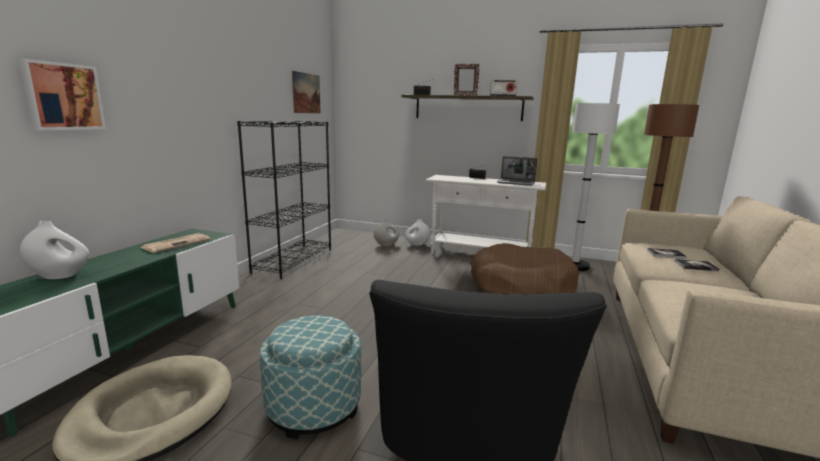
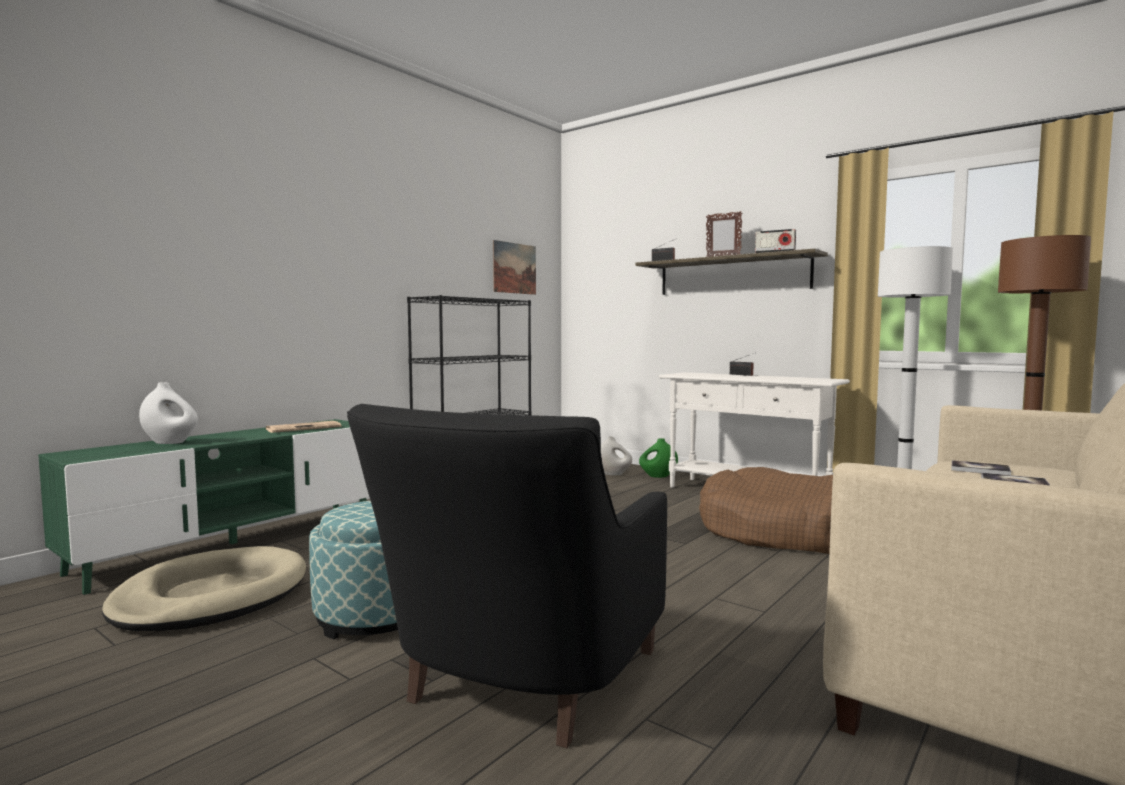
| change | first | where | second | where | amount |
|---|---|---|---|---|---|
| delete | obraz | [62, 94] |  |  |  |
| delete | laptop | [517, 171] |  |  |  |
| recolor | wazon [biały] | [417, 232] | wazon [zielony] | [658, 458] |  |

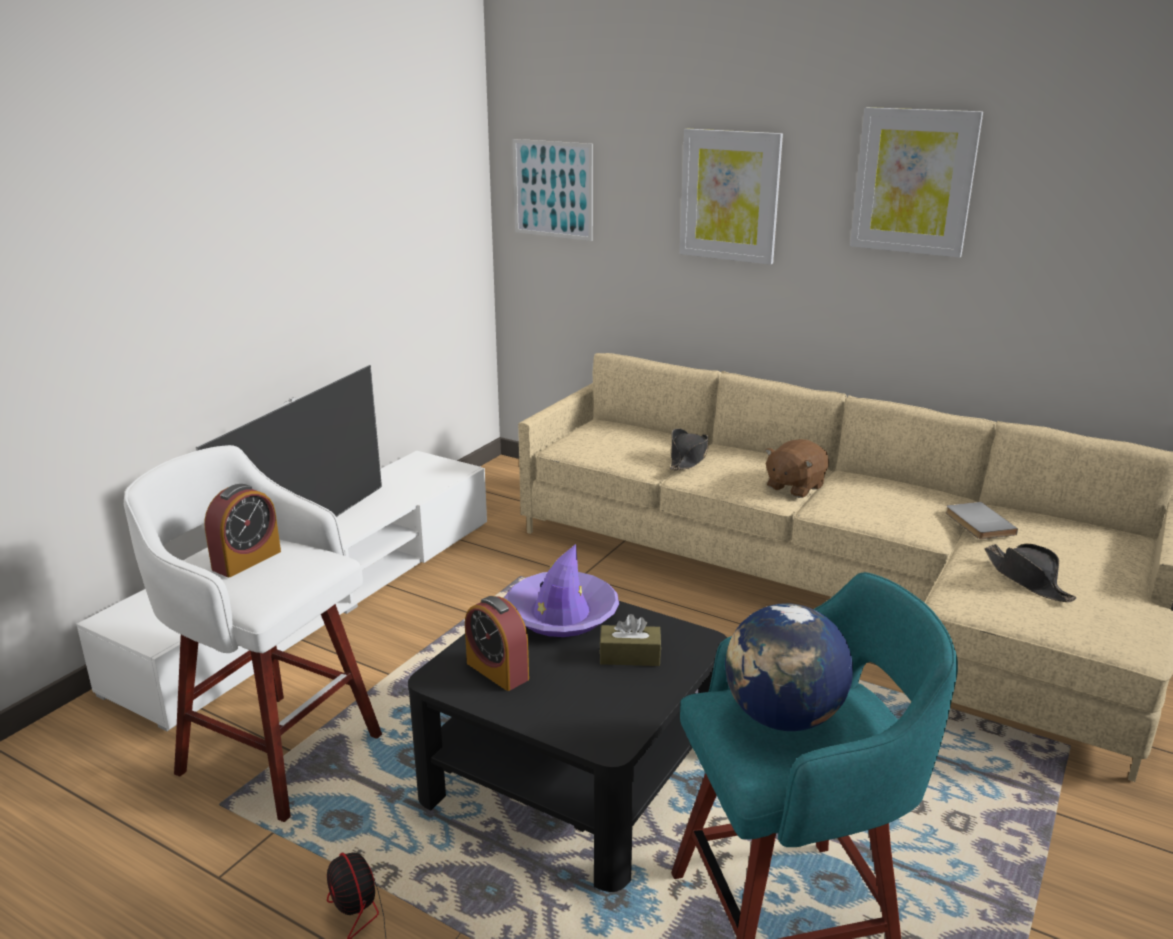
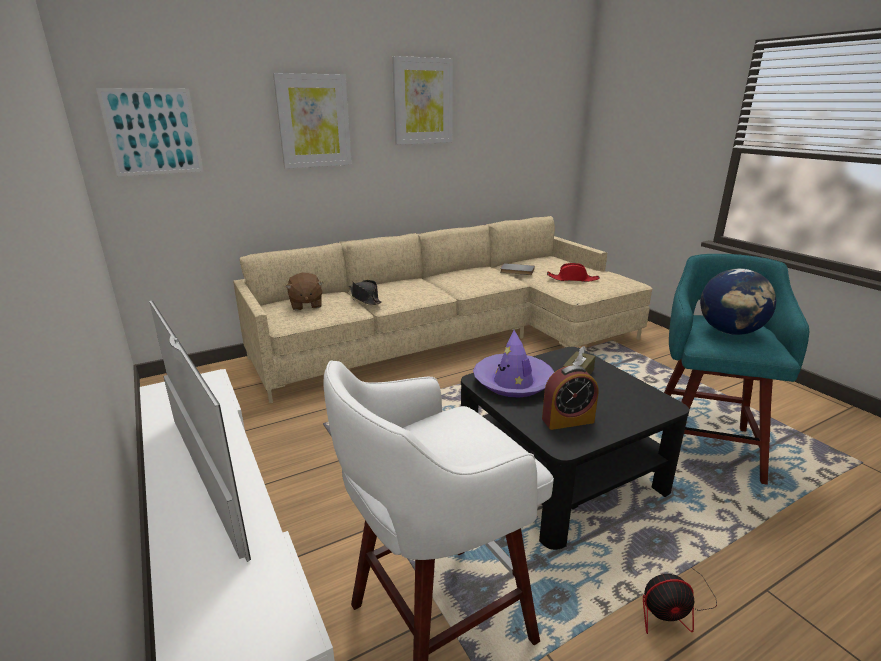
| change | first | where | second | where | amount |
|---|---|---|---|---|---|
| delete | budzik | [242, 530] |  |  |  |
| move | pluszak [brązowy] | [797, 468] |  | [304, 291] |  |
| recolor | kapelusz [czarny] | [1030, 572] | kapelusz [czerwony] | [573, 272] |  |

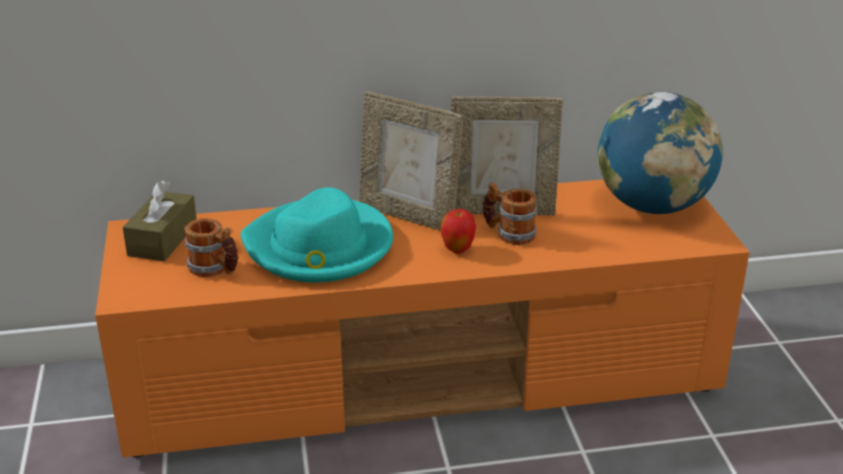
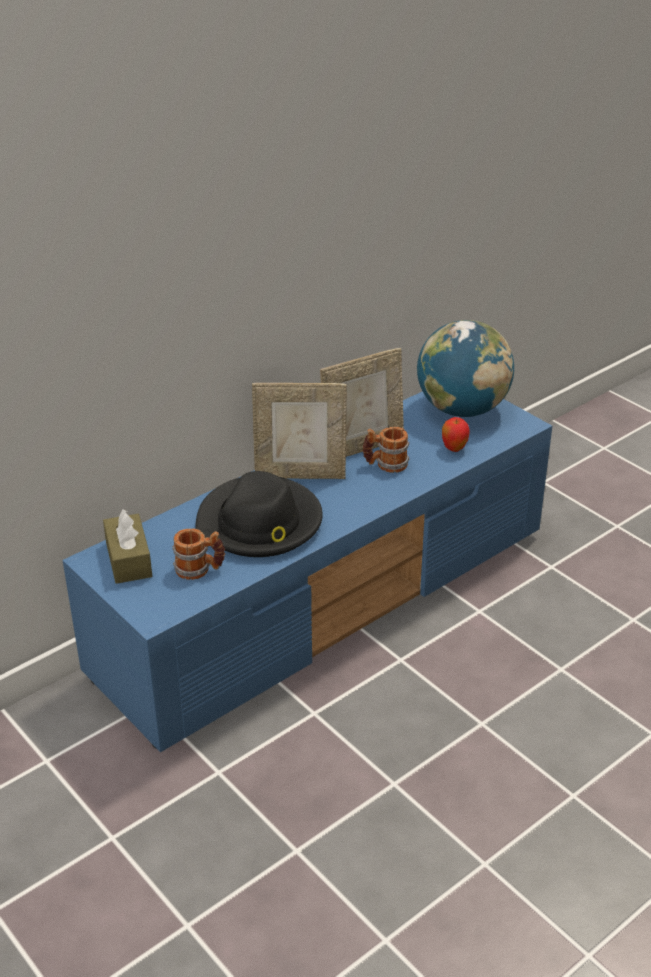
| change | first | where | second | where | amount |
|---|---|---|---|---|---|
| move | jabłko | [458, 231] |  | [456, 434] |  |
| recolor | szafka pod telewizor [pomarańczowy] | [422, 318] | szafka pod telewizor [niebieski] | [307, 571] |  |
| recolor | kapelusz [turkusowy] | [316, 235] | kapelusz [czarny] | [259, 514] |  |

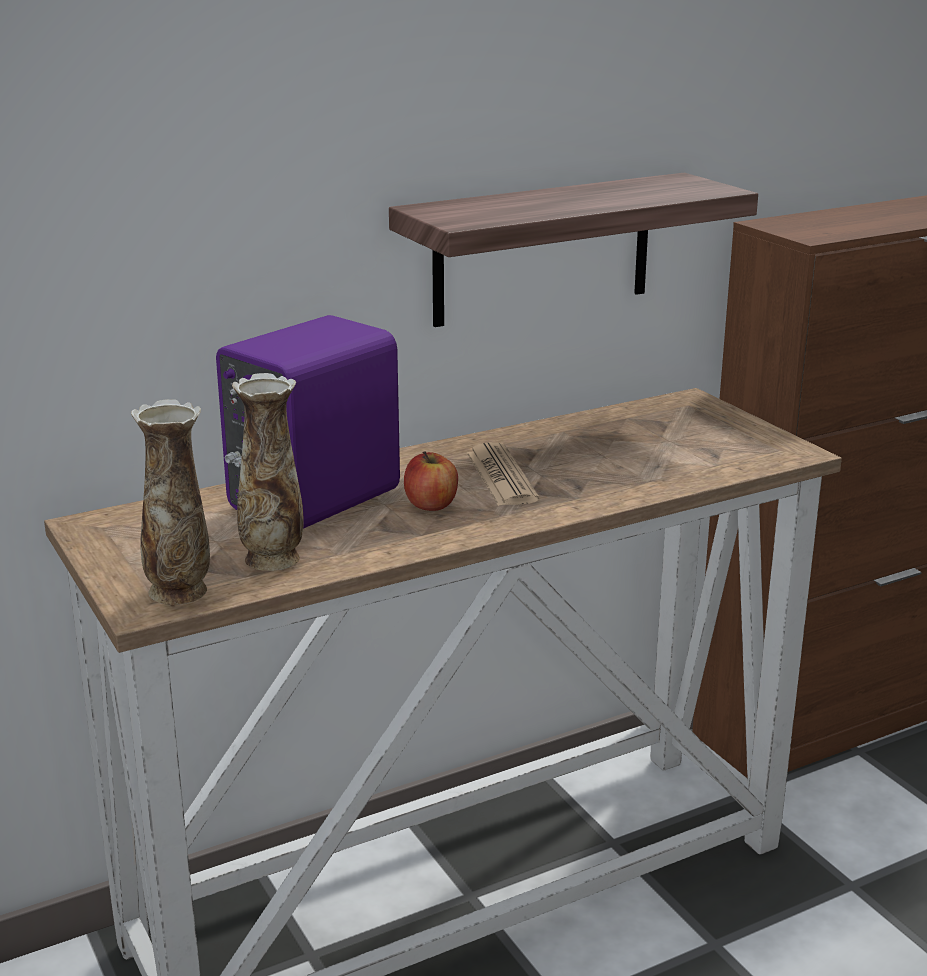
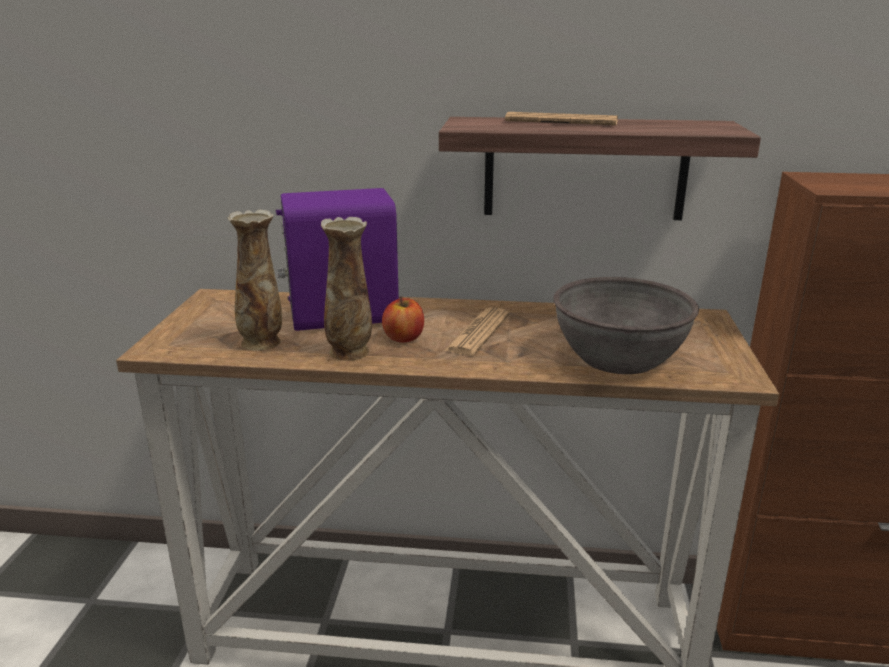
| change | first | where | second | where | amount |
|---|---|---|---|---|---|
| insert |  |  | gazeta | [561, 118] |  |
| insert |  |  | miska [szary] | [626, 325] |  |
| move | wazon | [170, 502] |  | [346, 289] |  |

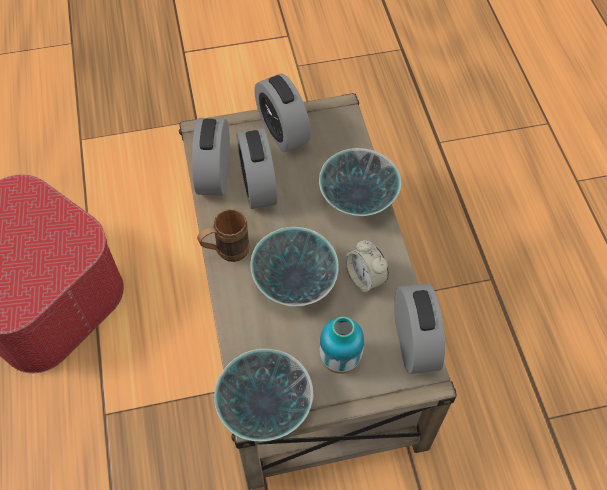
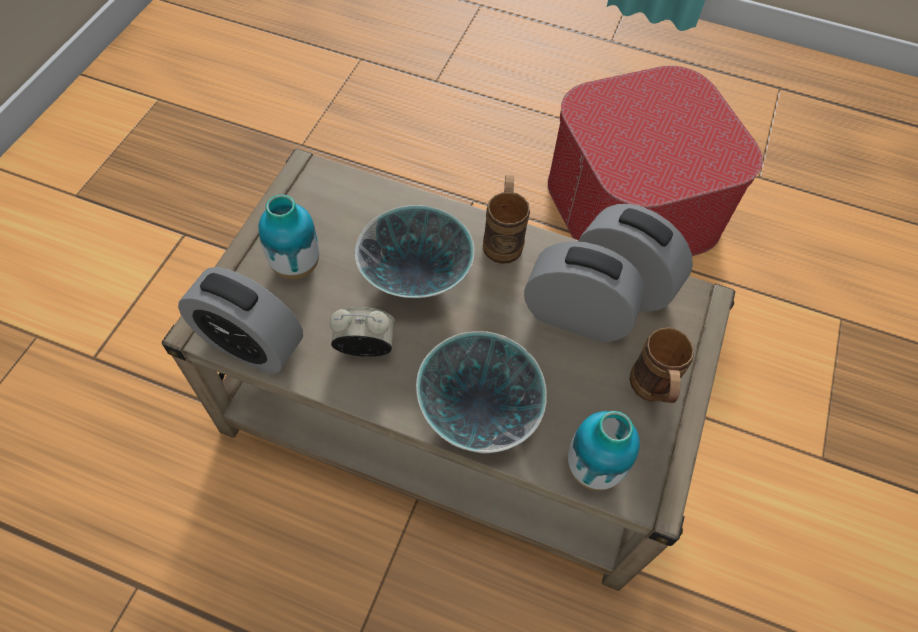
| change | first | where | second | where | amount |
|---|---|---|---|---|---|
| delete | miska | [263, 395] |  |  |  |
| insert |  |  | wazon | [604, 451] |  |
| replace | budzik | [282, 112] | kubek [brązowy] | [661, 365] |  |

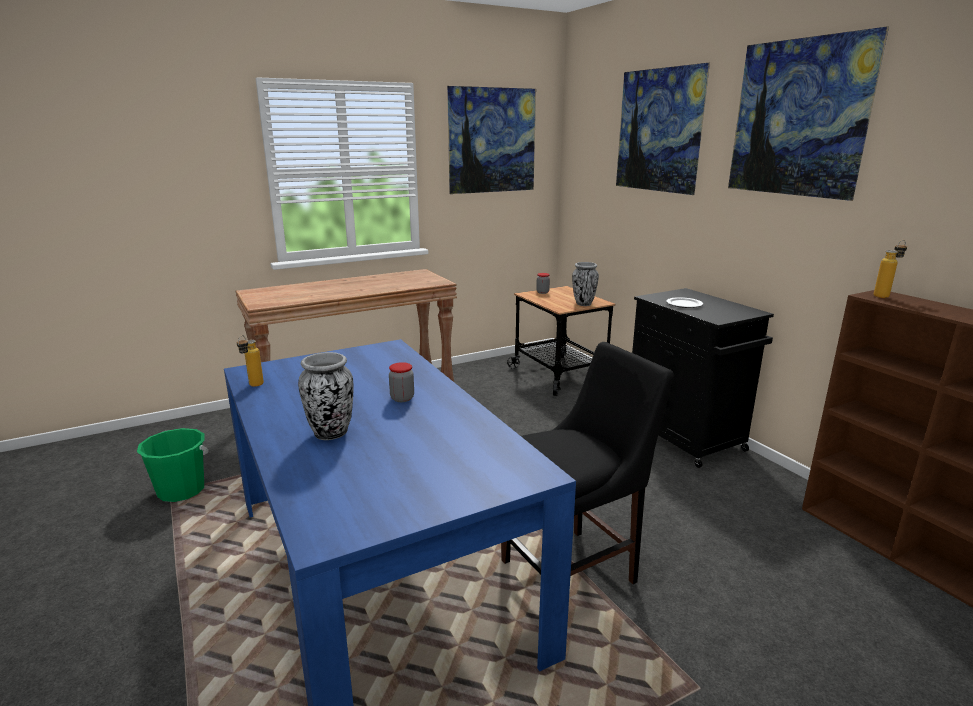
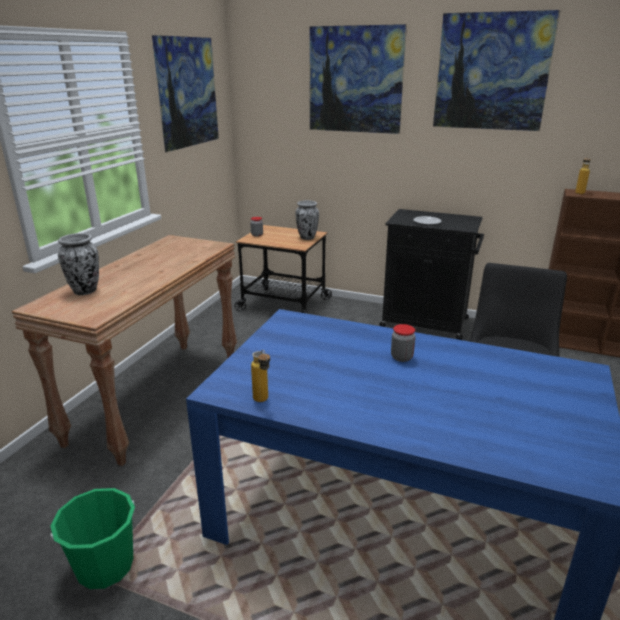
| change | first | where | second | where | amount |
|---|---|---|---|---|---|
| move | wazon | [326, 396] |  | [78, 264] |  |

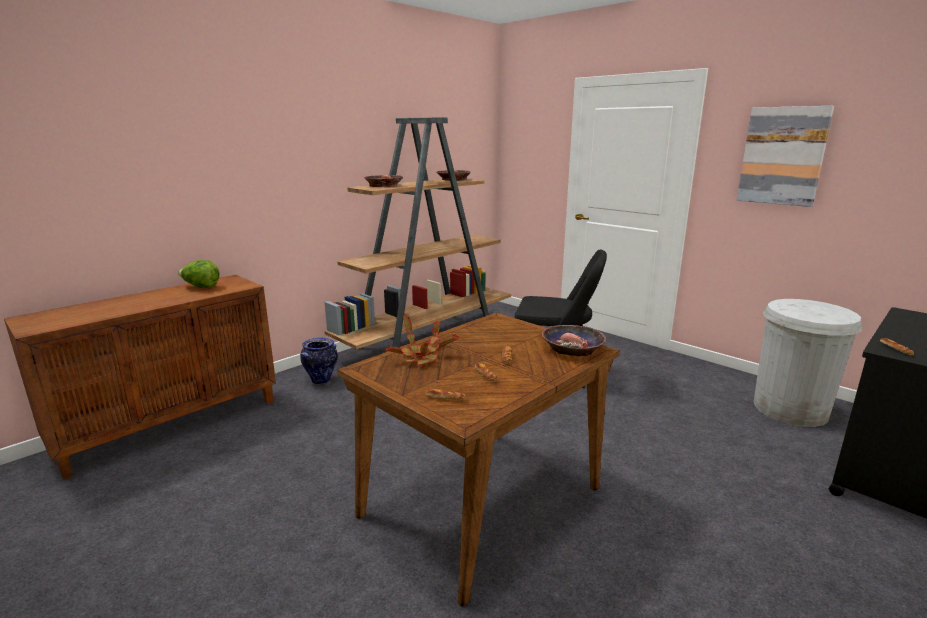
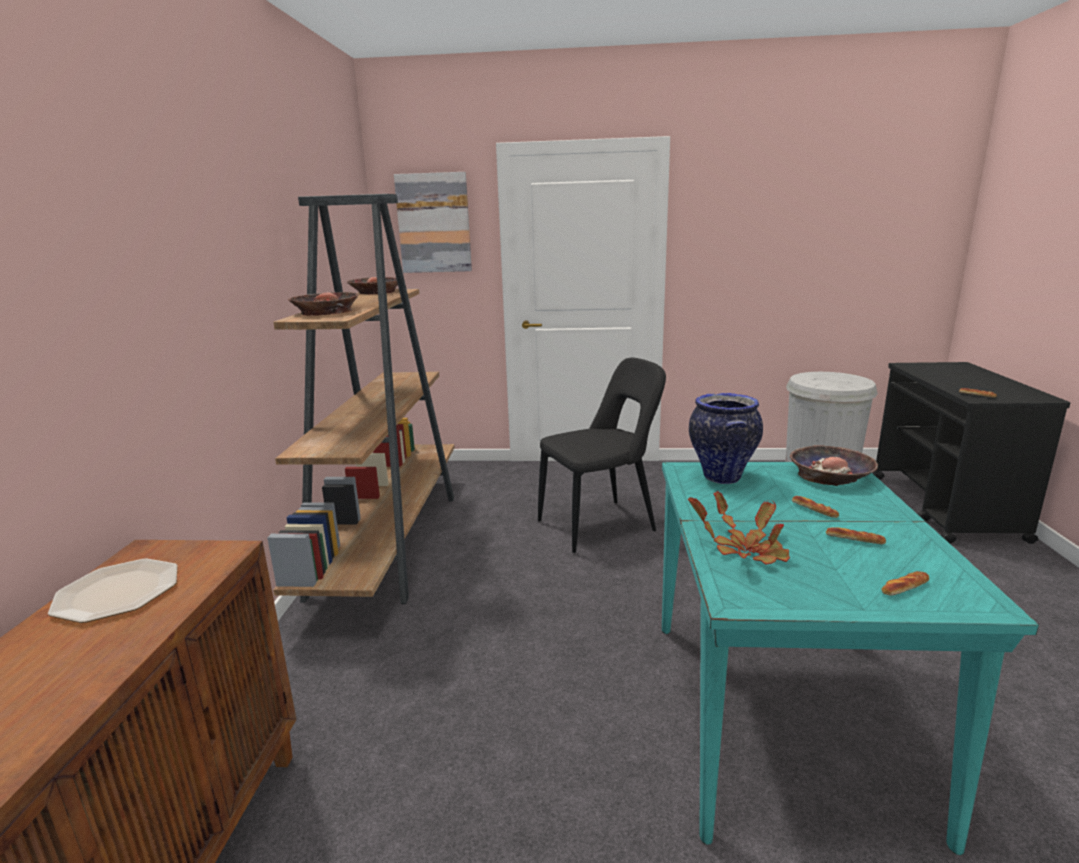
| change | first | where | second | where | amount |
|---|---|---|---|---|---|
| move | wazon | [319, 361] |  | [726, 438] |  |
| move | obraz | [785, 156] |  | [433, 222] |  |
| replace | sałata | [199, 274] | talerz | [113, 591] |  |
| recolor | stół jadalny [brązowy] | [478, 459] | stół jadalny [turkusowy] | [850, 658] |  |

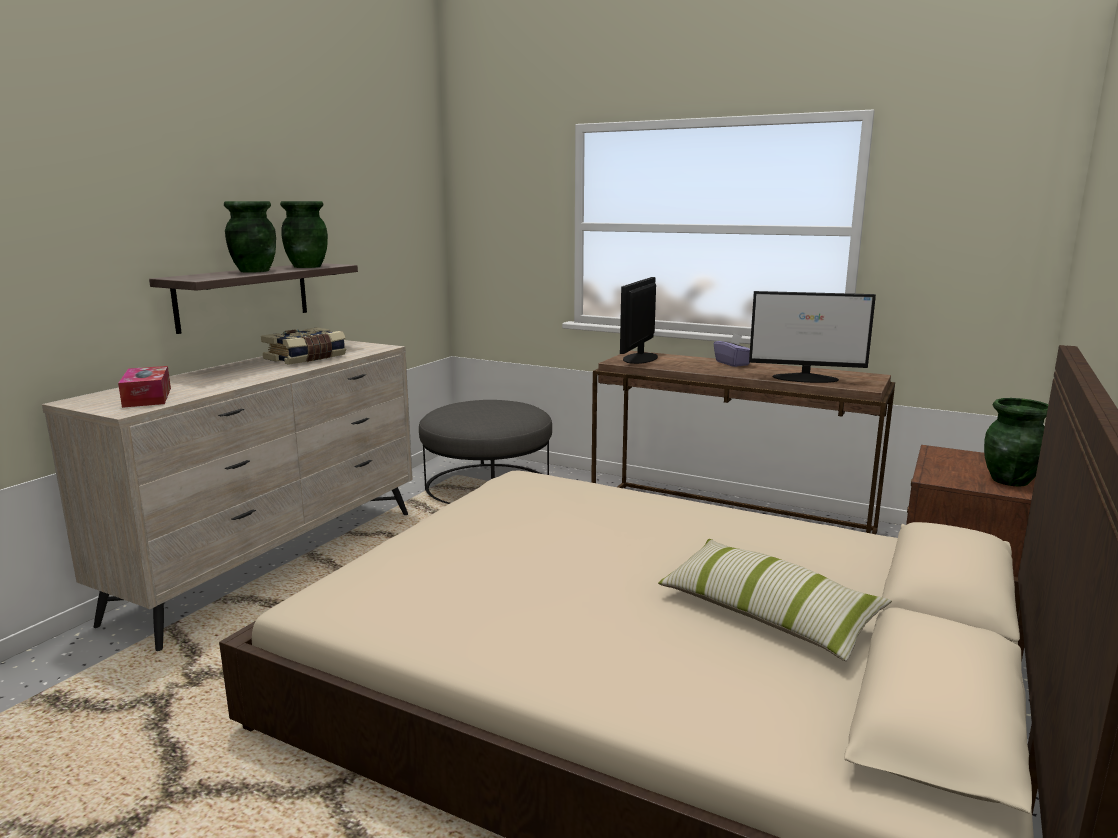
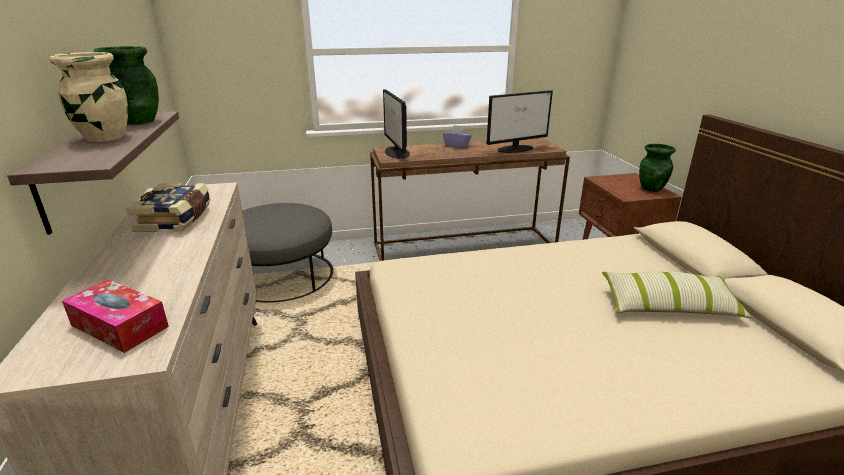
| change | first | where | second | where | amount |
|---|---|---|---|---|---|
| recolor | wazon [zielony] | [250, 237] | wazon [beżowy] | [88, 97] |  |

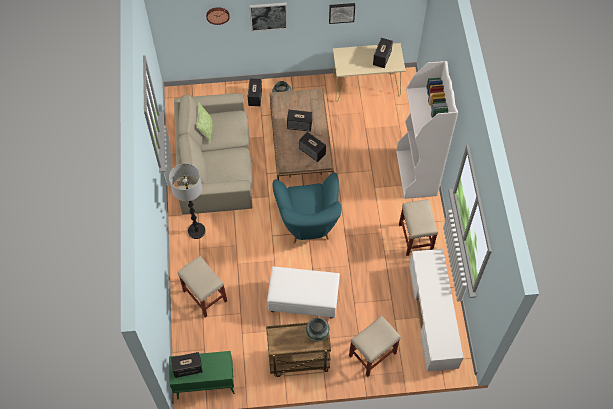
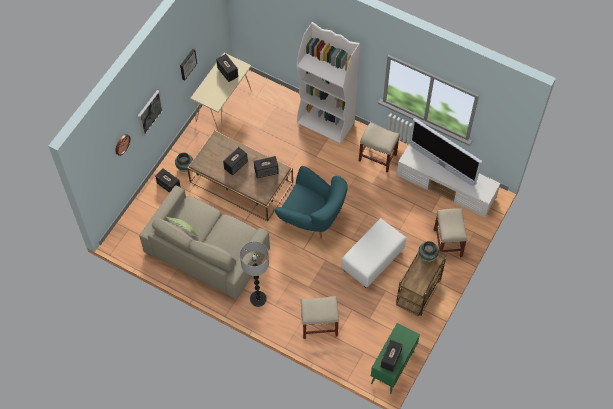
| change | first | where | second | where | amount |
|---|---|---|---|---|---|
| insert |  |  | telewizor | [446, 152] |  |

